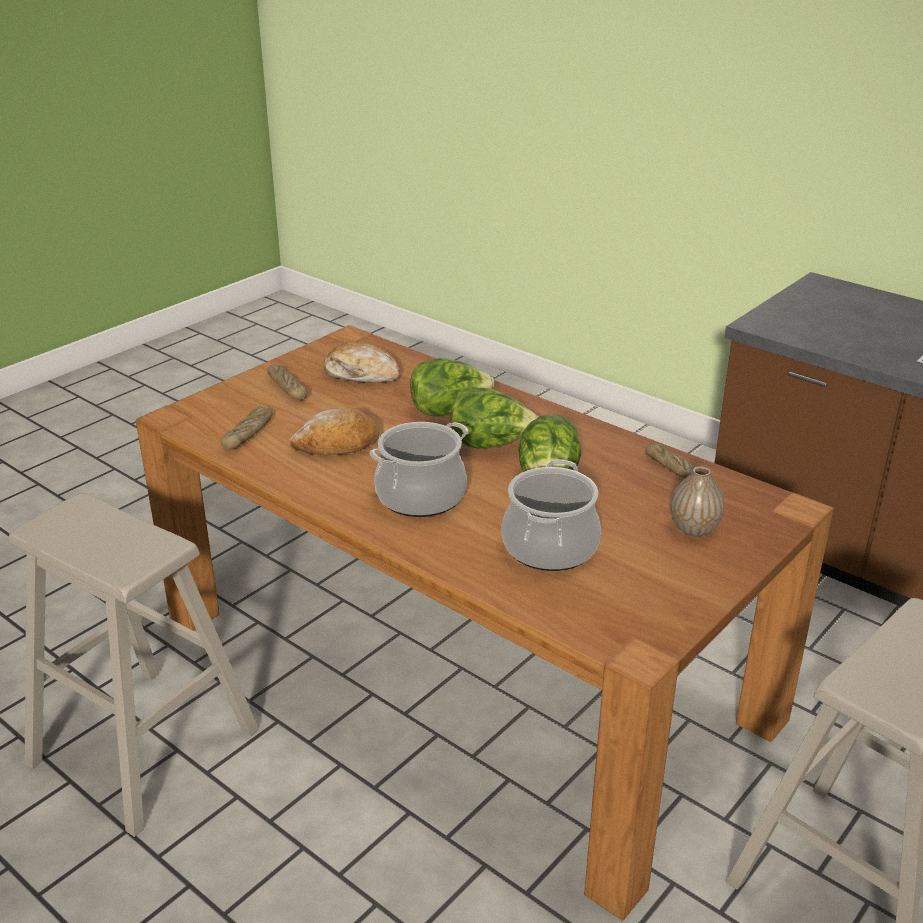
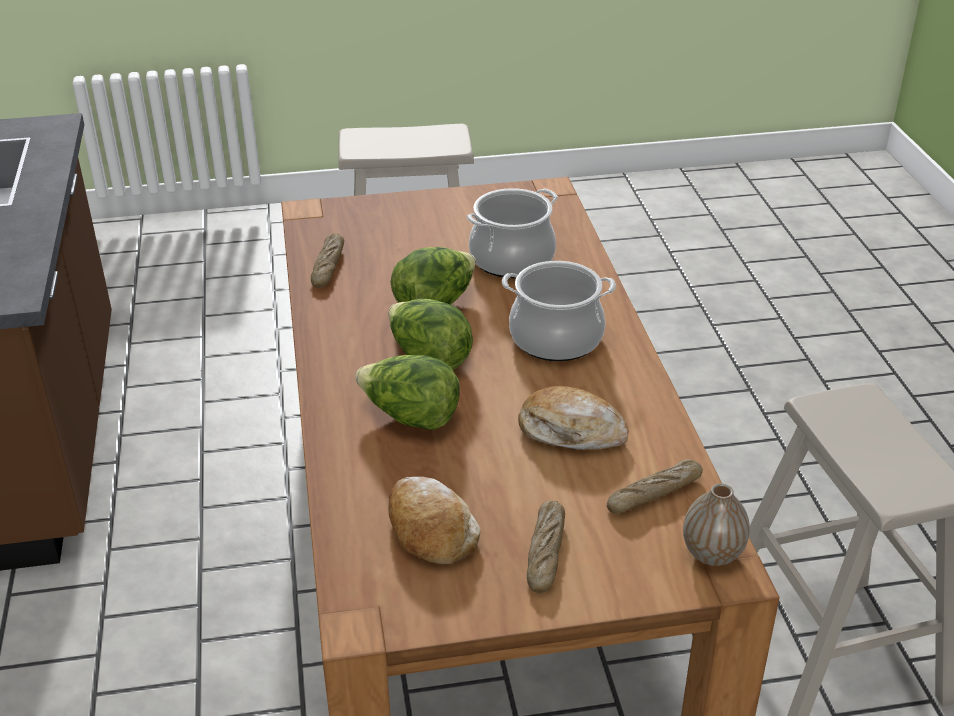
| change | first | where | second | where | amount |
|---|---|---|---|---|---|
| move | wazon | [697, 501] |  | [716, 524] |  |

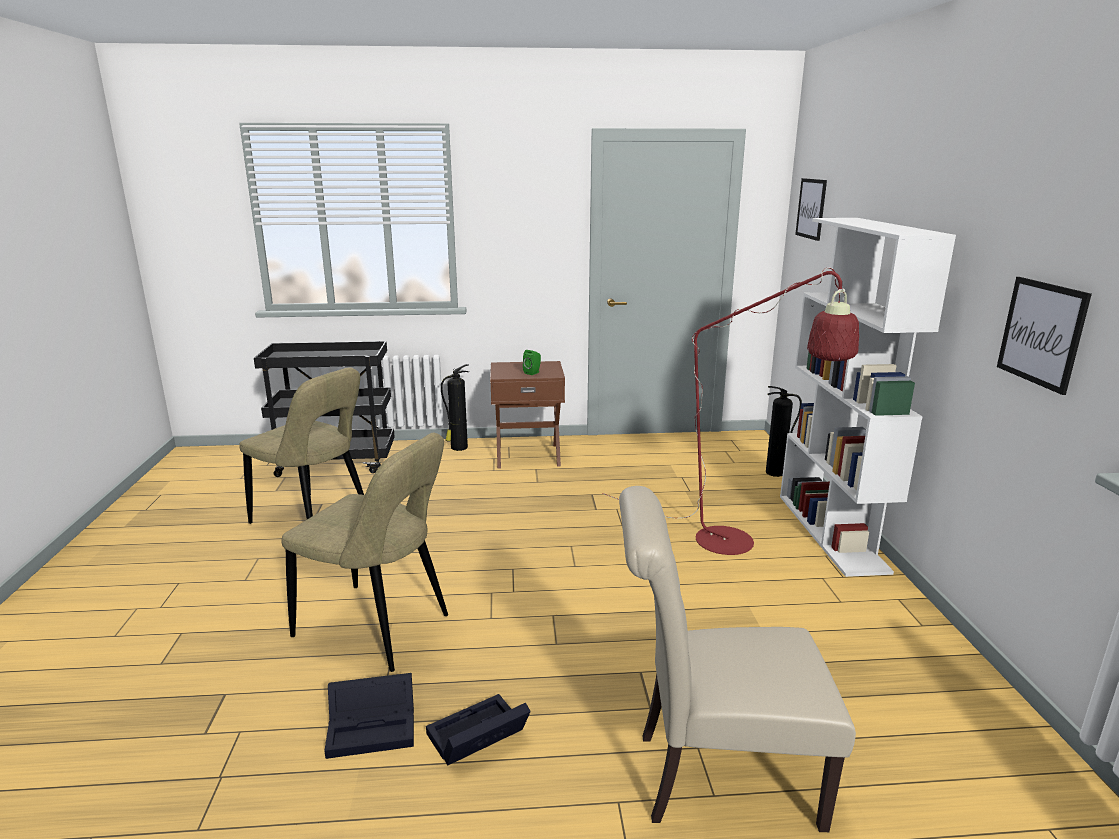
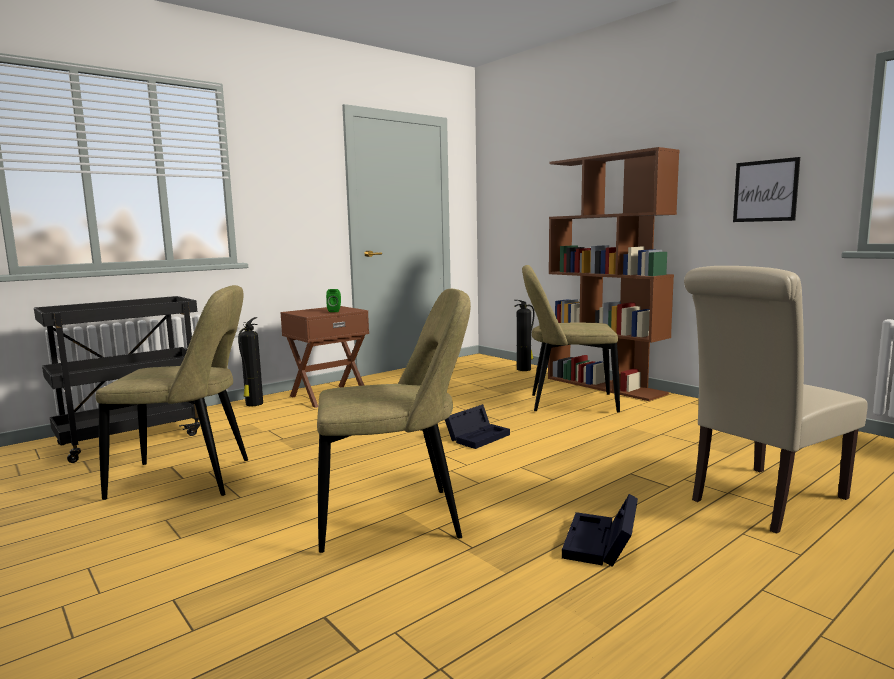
| change | first | where | second | where | amount |
|---|---|---|---|---|---|
| delete | obraz | [811, 209] |  |  |  |
| move | pojemnik do przechowywania [czarny] | [369, 716] |  | [477, 426] |  |
| replace | lampa stojąca [czerwony] | [730, 411] | krzesło [beżowy] | [571, 338] |  |
| recolor | regał [biały] | [868, 397] | regał [brązowy] | [613, 274] |  |

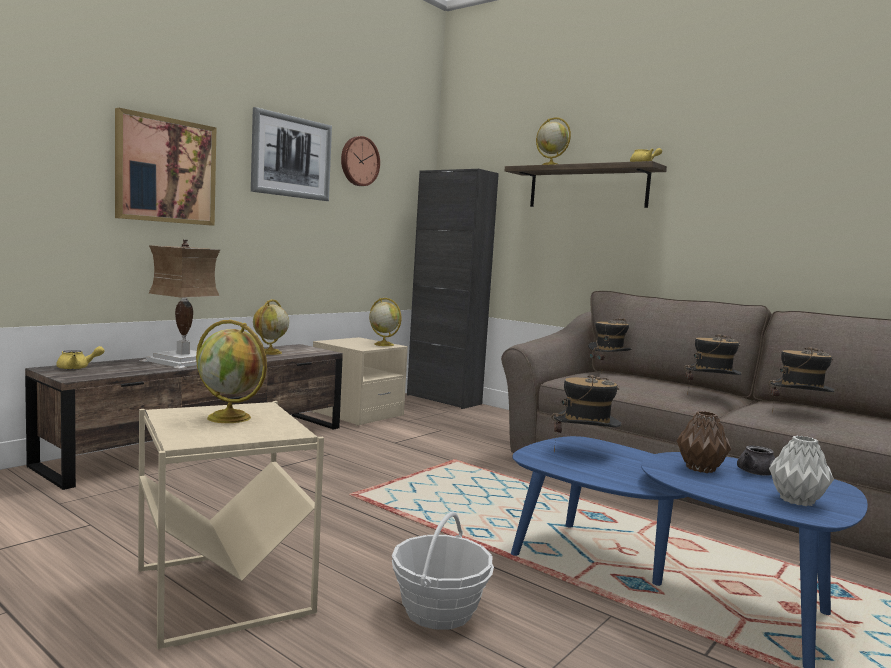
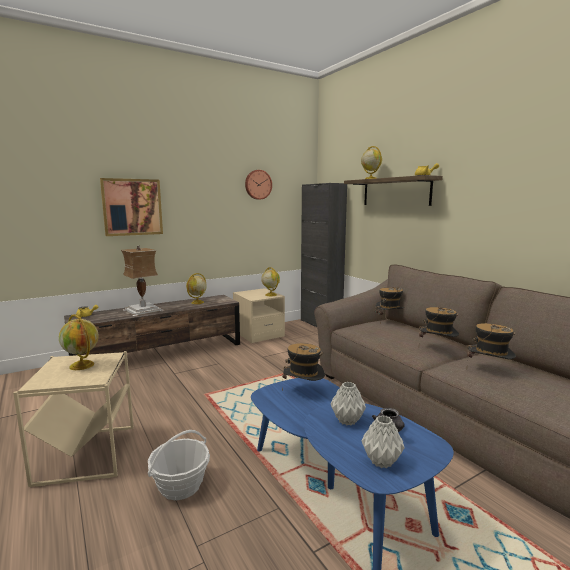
| change | first | where | second | where | amount |
|---|---|---|---|---|---|
| delete | obraz | [291, 154] |  |  |  |
| recolor | wazon [brązowy] | [704, 442] | wazon [szary] | [348, 403] |  |

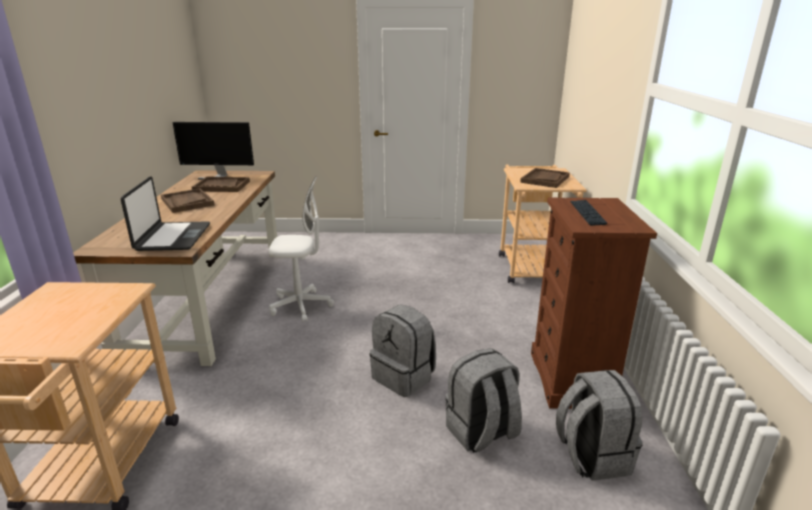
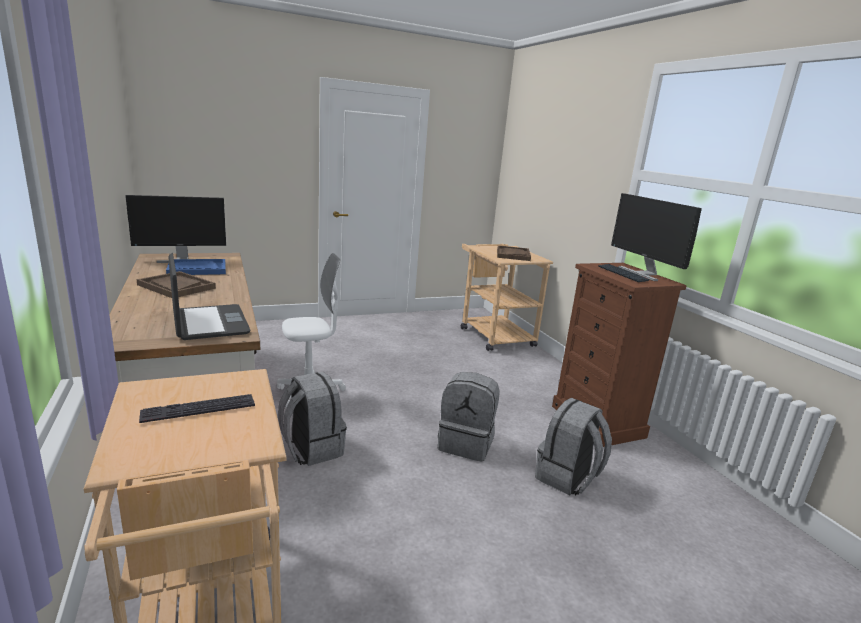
| change | first | where | second | where | amount |
|---|---|---|---|---|---|
| insert |  |  | klawiatura | [197, 408] |  |
| insert |  |  | monitor | [656, 237] |  |
| move | plecak [szary] | [599, 425] |  | [312, 419] |  |
| recolor | taca [brązowy] | [221, 184] | taca [niebieski] | [196, 267] |  |

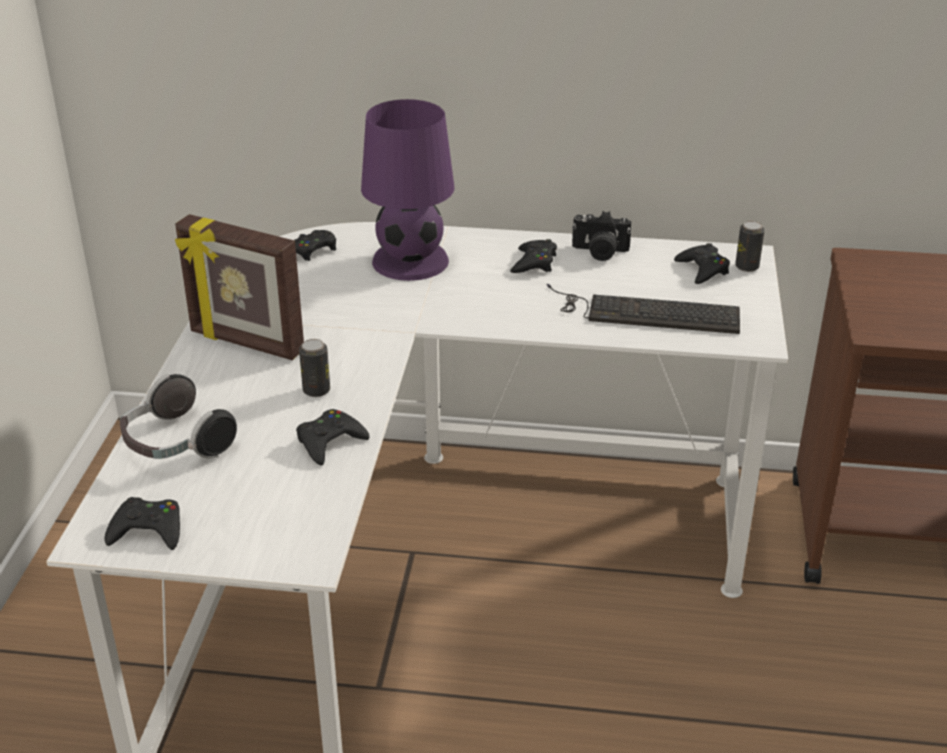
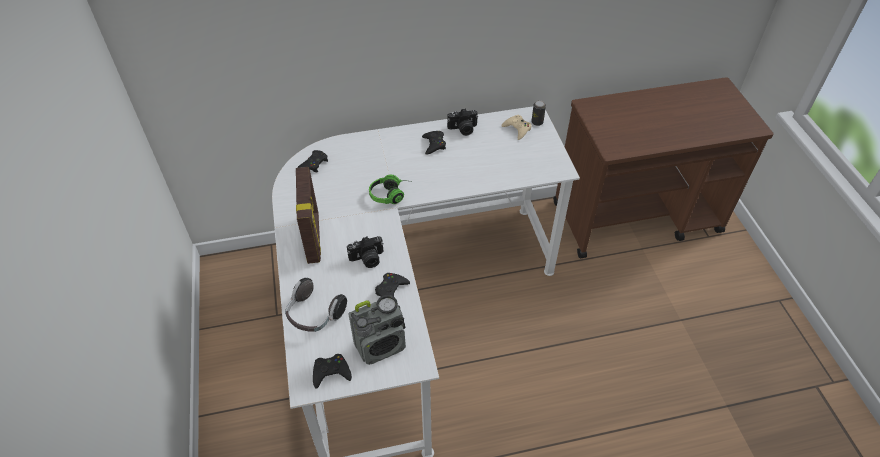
| change | first | where | second | where | amount |
|---|---|---|---|---|---|
| delete | lampa stołowa [fioletowy] | [408, 190] |  |  |  |
| delete | klawiatura | [643, 309] |  |  |  |
| insert |  |  | radio | [377, 330] |  |
| insert |  |  | słuchawki | [387, 189] |  |
| replace | puszka | [314, 368] | aparat fotograficzny | [365, 252] |  |
| recolor | pad do gier [czarny] | [702, 263] | pad do gier [beżowy] | [516, 127] |  |
| rotate | ramka na zdjęcie | [239, 287] |  | [308, 215] | 105 degrees counterclockwise |

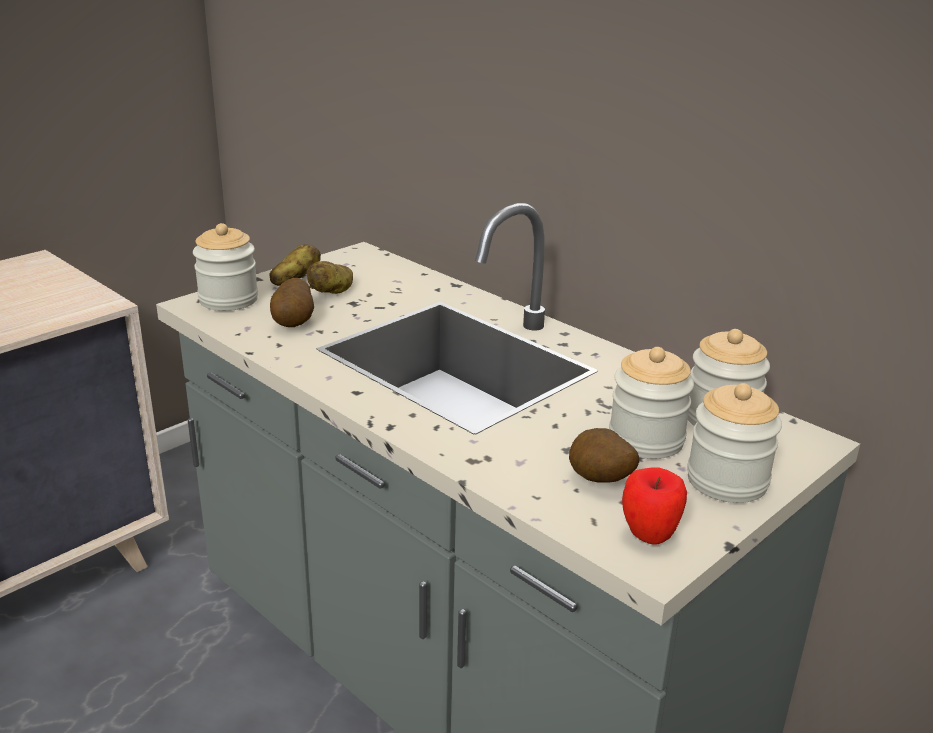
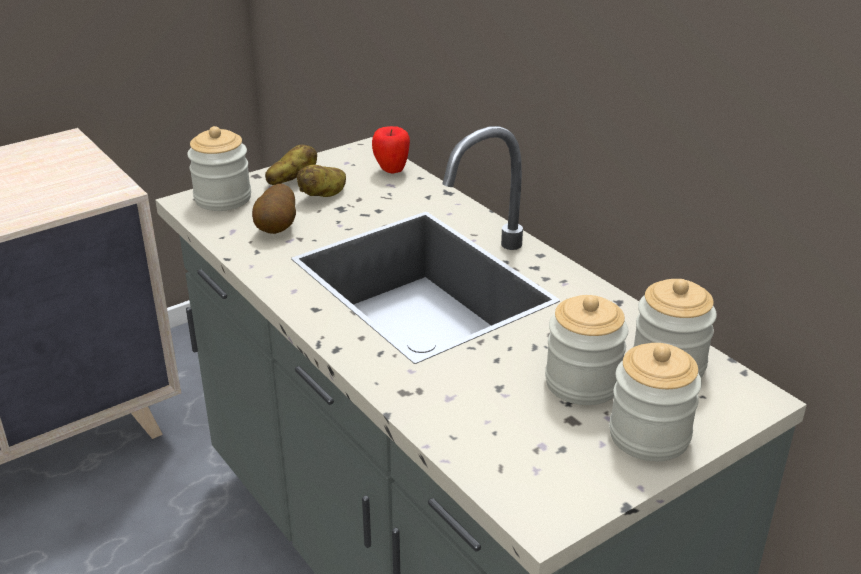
| change | first | where | second | where | amount |
|---|---|---|---|---|---|
| delete | ziemniak | [604, 455] |  |  |  |
| move | jabłko | [654, 506] |  | [391, 150] |  |

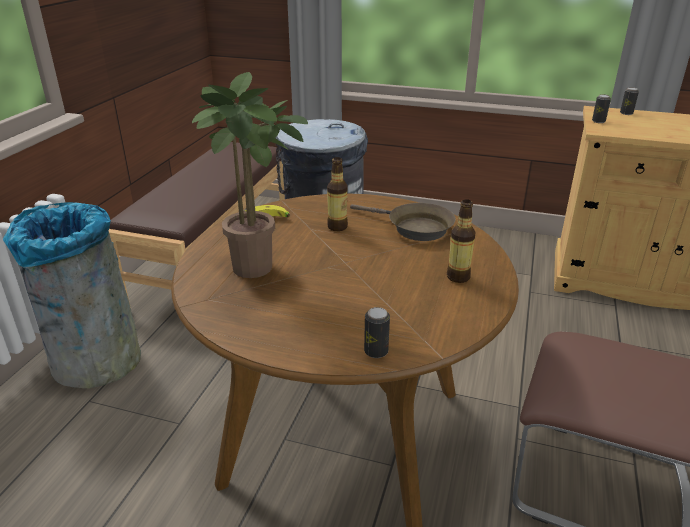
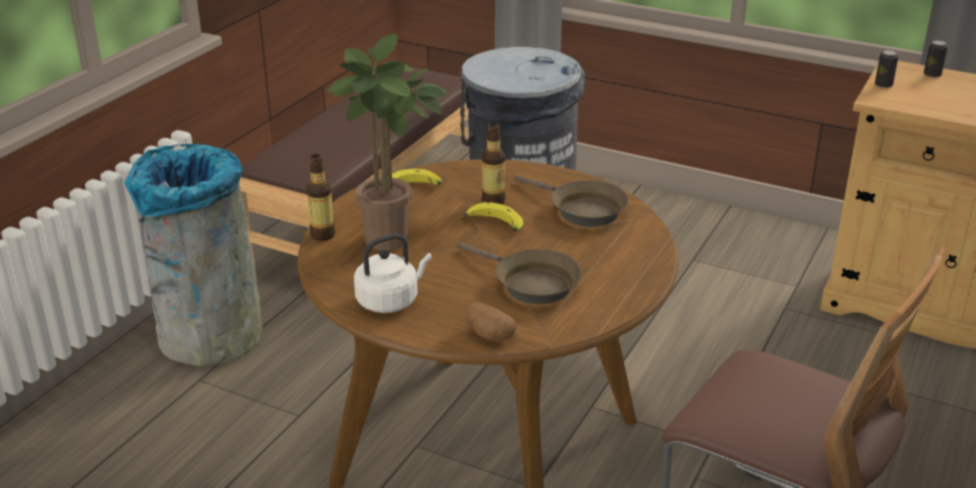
| change | first | where | second | where | amount |
|---|---|---|---|---|---|
| insert |  |  | czajnik [biały] | [393, 273] |  |
| insert |  |  | patelnia [brązowy] | [519, 273] |  |
| insert |  |  | banan | [492, 217] |  |
| move | butelka | [461, 241] |  | [320, 197] |  |
| replace | puszka | [377, 332] | ziemniak | [491, 321] |  |

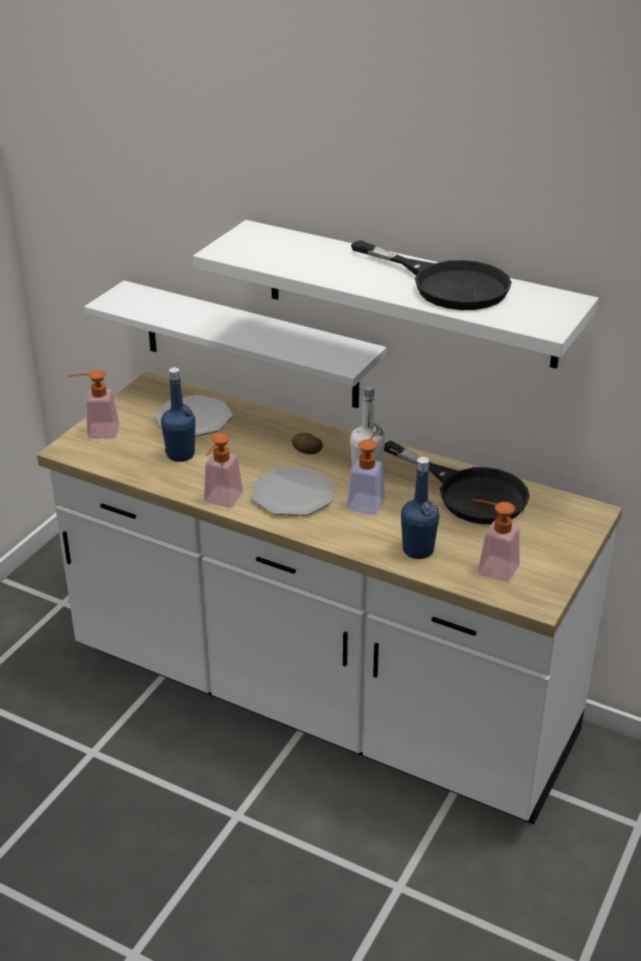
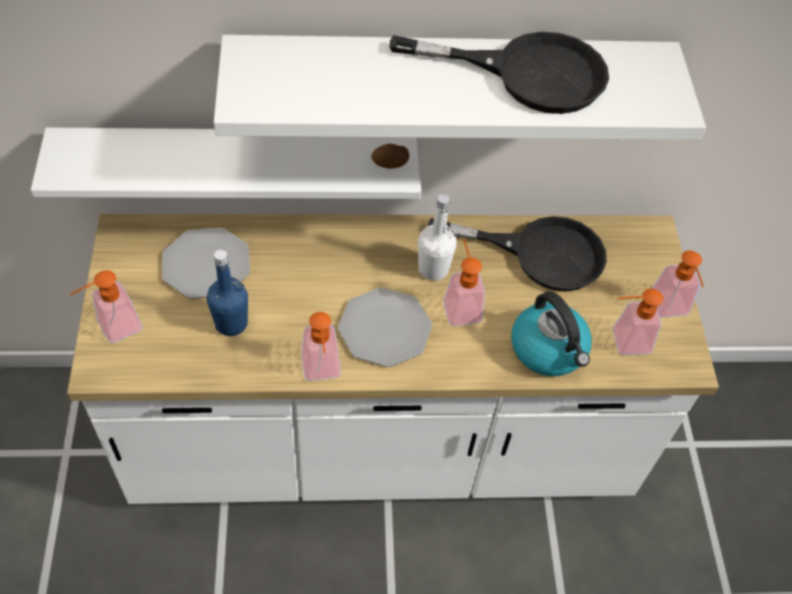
| change | first | where | second | where | amount |
|---|---|---|---|---|---|
| insert |  |  | dozownik mydła | [678, 284] |  |
| move | ziemniak | [307, 443] |  | [390, 156] |  |
| replace | butelka [niebieski] | [420, 508] | czajnik | [551, 333] |  |

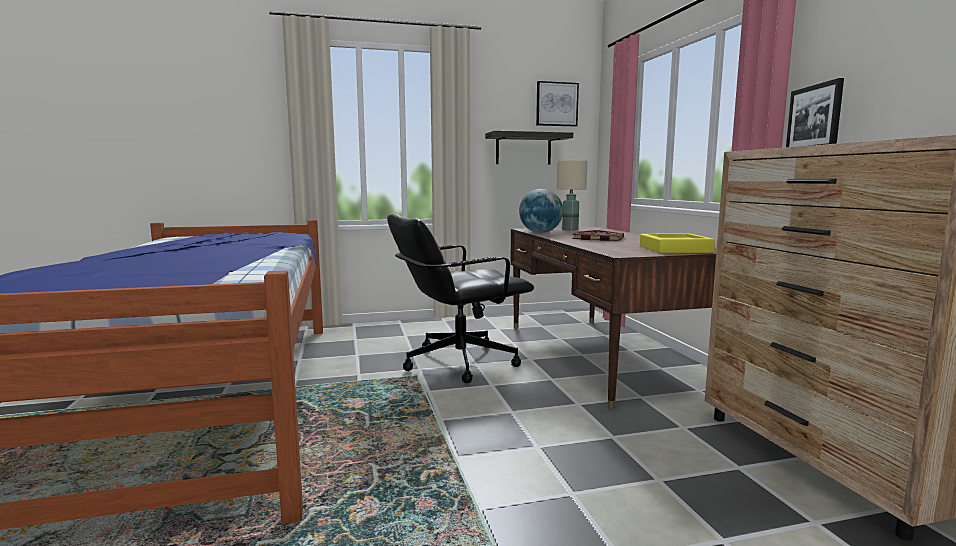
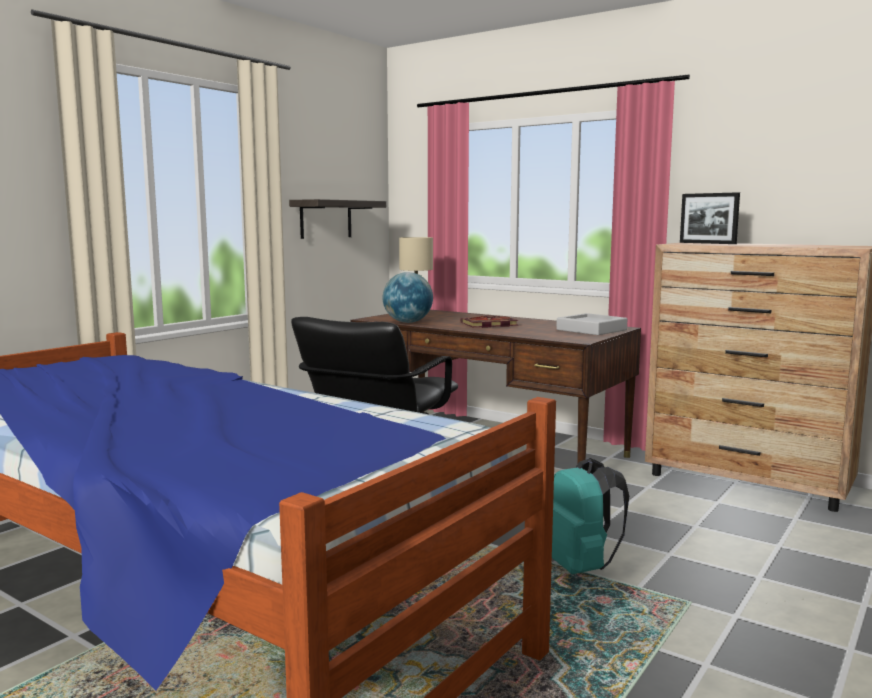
| change | first | where | second | where | amount |
|---|---|---|---|---|---|
| delete | obraz | [557, 104] |  |  |  |
| insert |  |  | plecak [turkusowy] | [590, 516] |  |
| recolor | taca [żółty] | [677, 243] | taca [szary] | [591, 324] |  |

